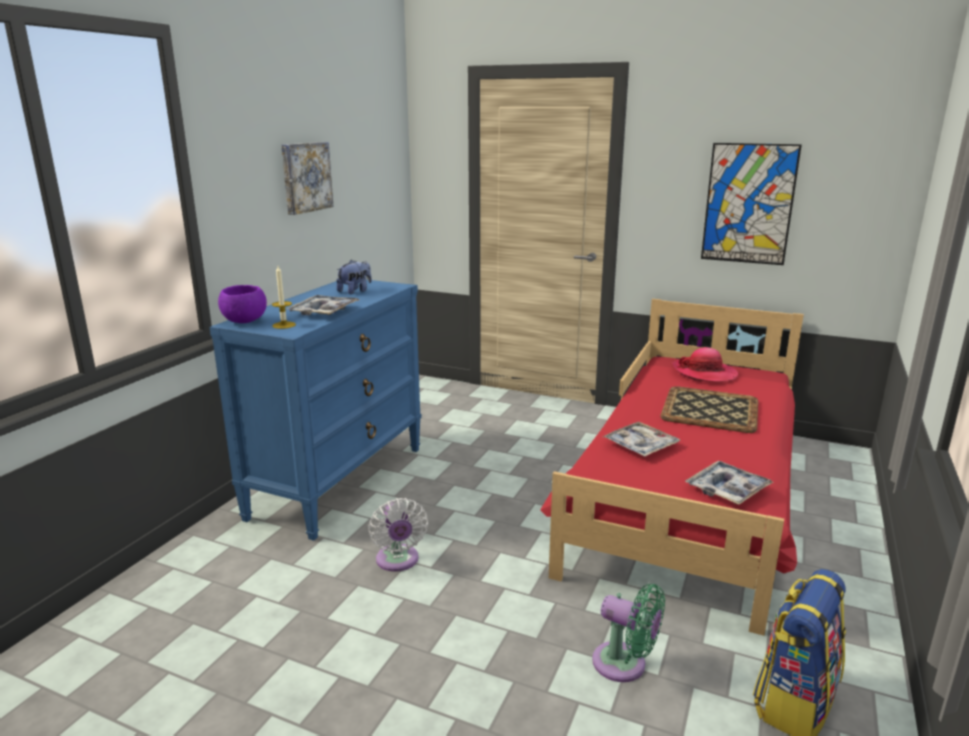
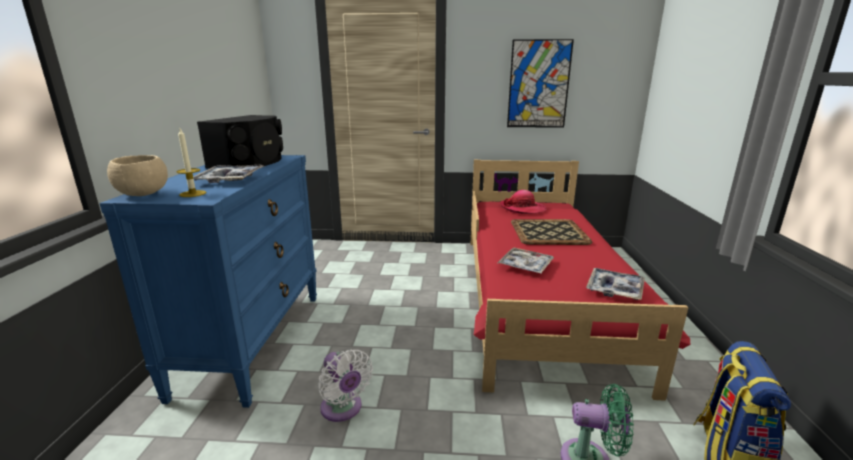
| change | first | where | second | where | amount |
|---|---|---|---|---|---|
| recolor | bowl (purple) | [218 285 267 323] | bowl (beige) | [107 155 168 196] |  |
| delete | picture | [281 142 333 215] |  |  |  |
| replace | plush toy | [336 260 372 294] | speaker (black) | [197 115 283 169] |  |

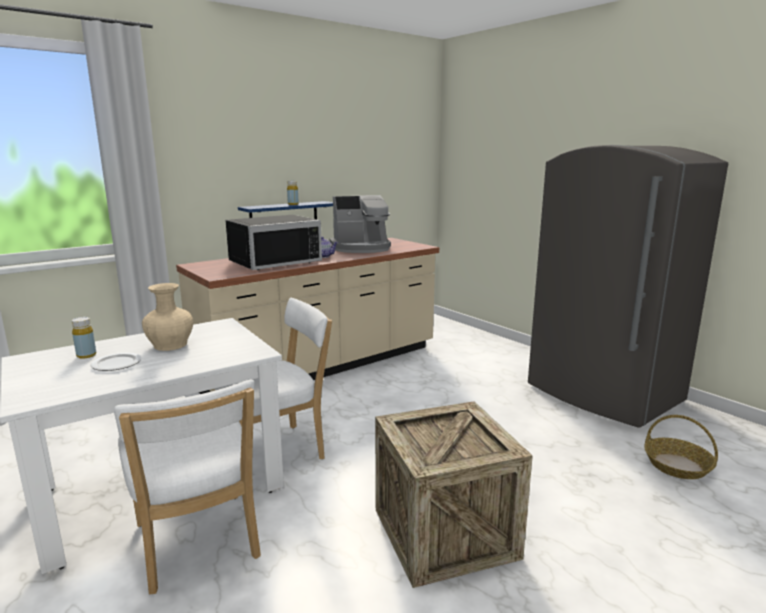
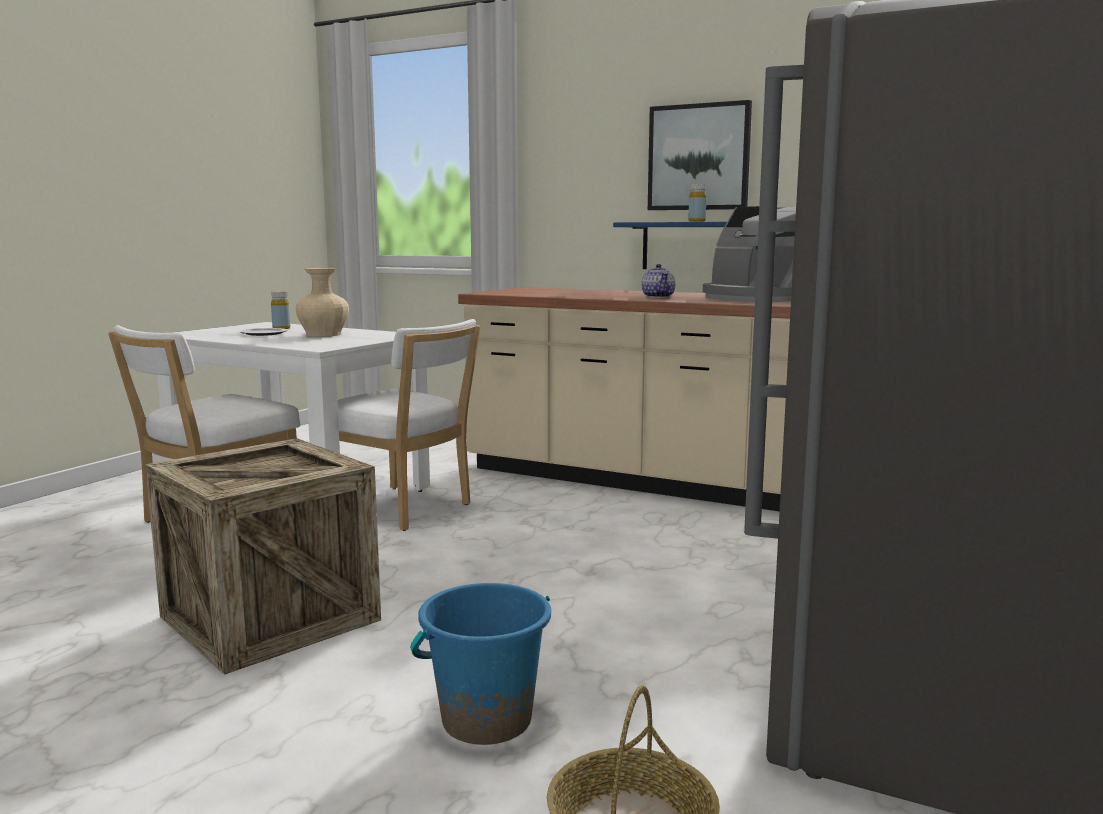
| change | first | where | second | where | amount |
|---|---|---|---|---|---|
| delete | microwave (black) | [225 215 322 270] |  |  |  |
| insert |  |  | bucket (blue) | [410 583 551 745] |  |
| insert |  |  | picture | [648 100 752 210] |  |

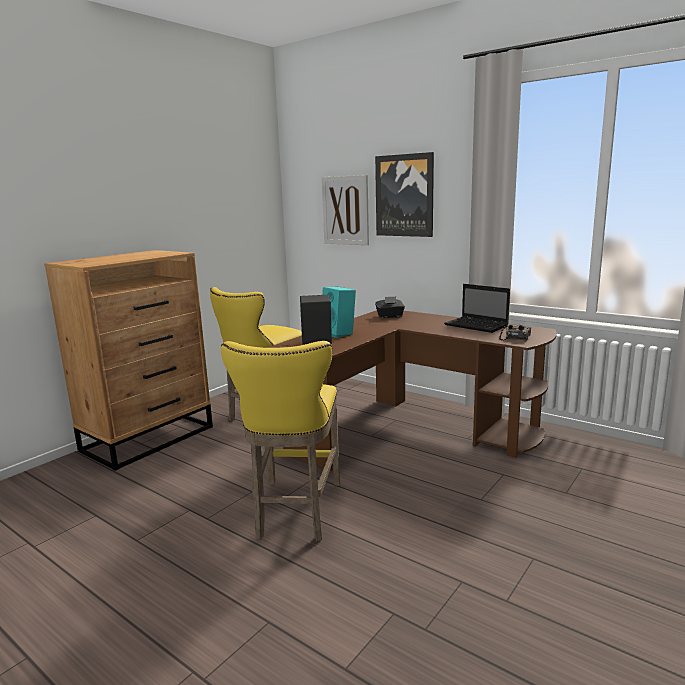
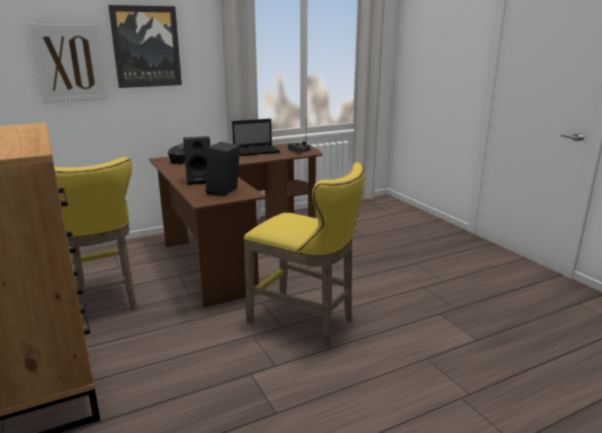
| change | first | where | second | where | amount |
|---|---|---|---|---|---|
| recolor | speaker (turquoise) | [322 287 356 338] | speaker (black) | [183 136 210 185] |  |

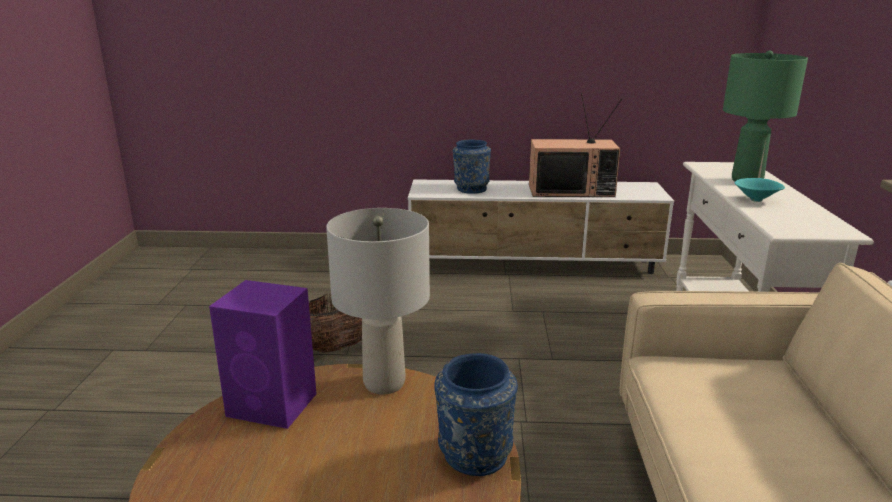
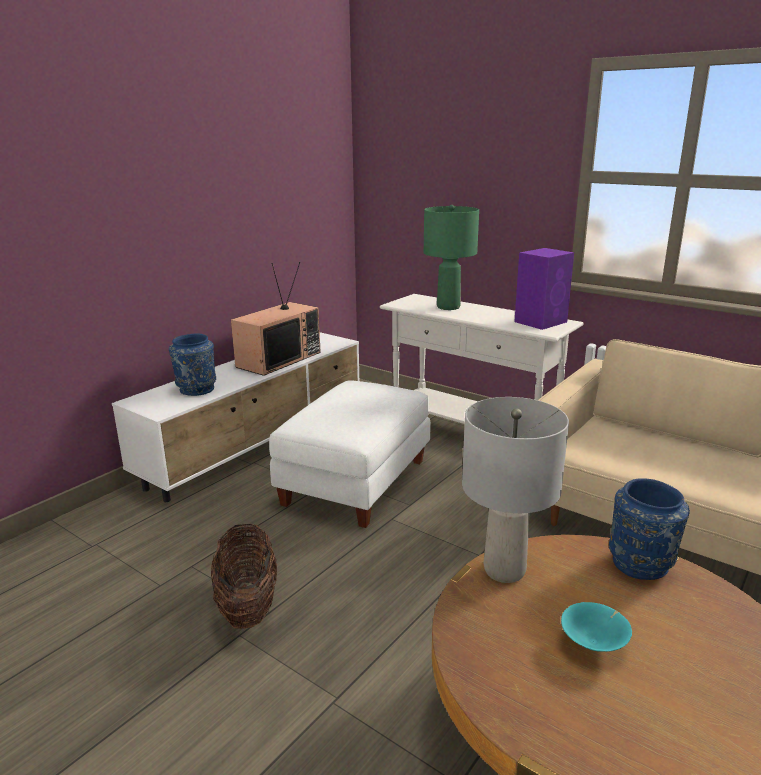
| change | first | where | second | where | amount |
|---|---|---|---|---|---|
| move | speaker (purple) | [209 280 317 429] |  | [514 248 574 330] |  |
| move | bowl (turquoise) | [735 178 785 202] |  | [561 602 632 652] |  |
| insert |  |  | ottoman (white) | [269 380 430 528] |  |

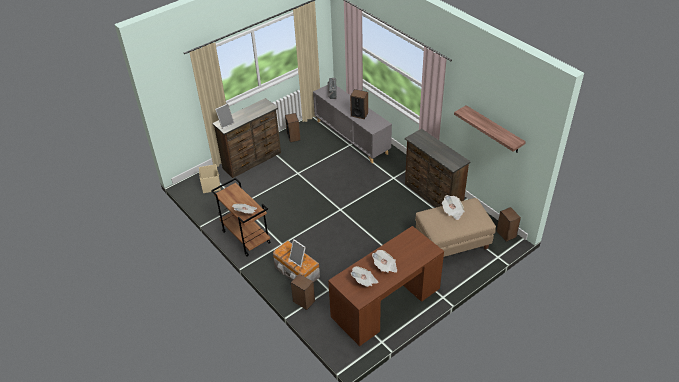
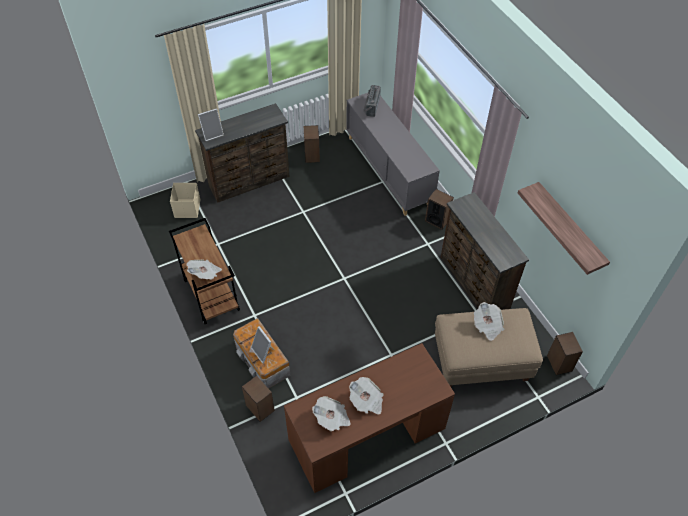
| change | first | where | second | where | amount |
|---|---|---|---|---|---|
| move | speaker | [350 89 368 119] |  | [425 189 454 230] |  |

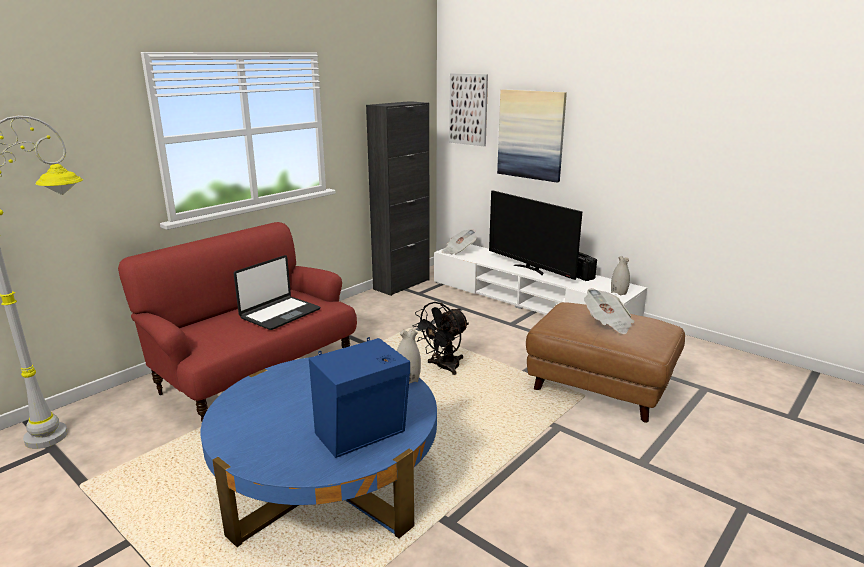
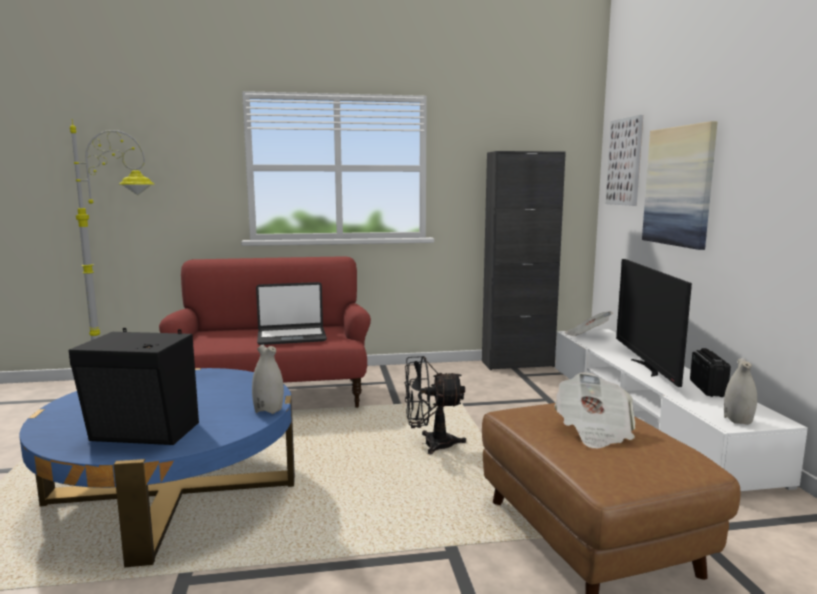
| change | first | where | second | where | amount |
|---|---|---|---|---|---|
| recolor | speaker (blue) | [309 337 410 458] | speaker (black) | [69 328 199 445] |  |

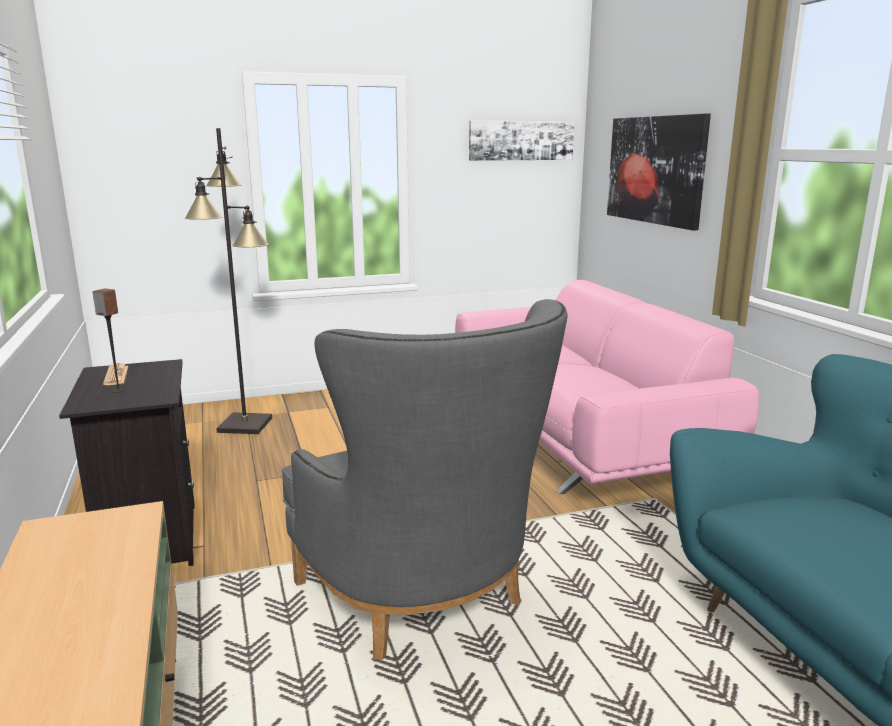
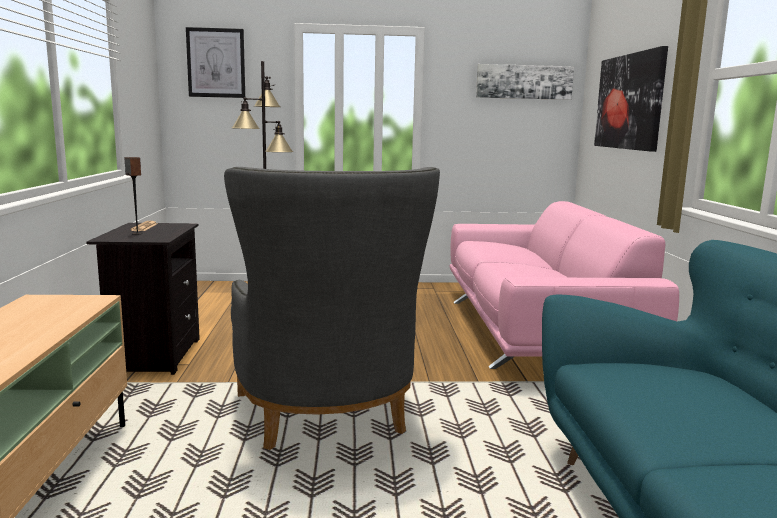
| change | first | where | second | where | amount |
|---|---|---|---|---|---|
| insert |  |  | picture | [186 27 245 98] |  |

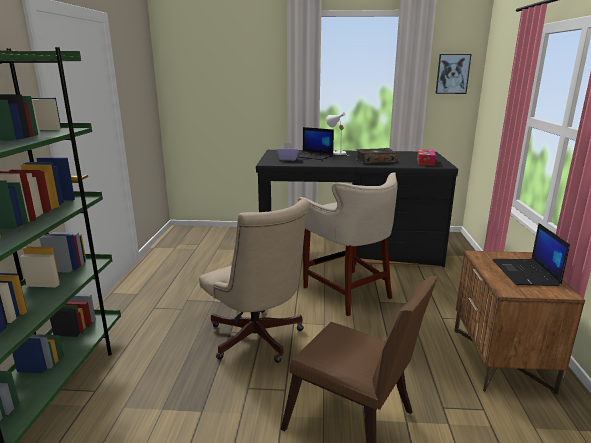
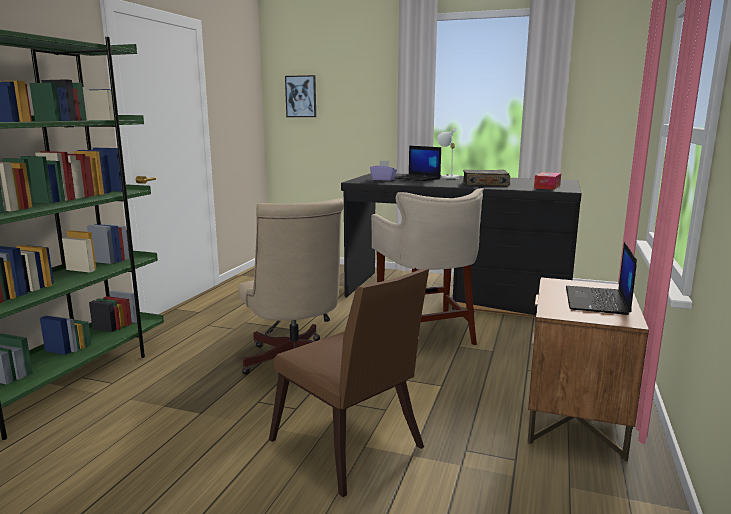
| change | first | where | second | where | amount |
|---|---|---|---|---|---|
| move | picture | [435 54 471 94] |  | [285 75 316 117] |  |

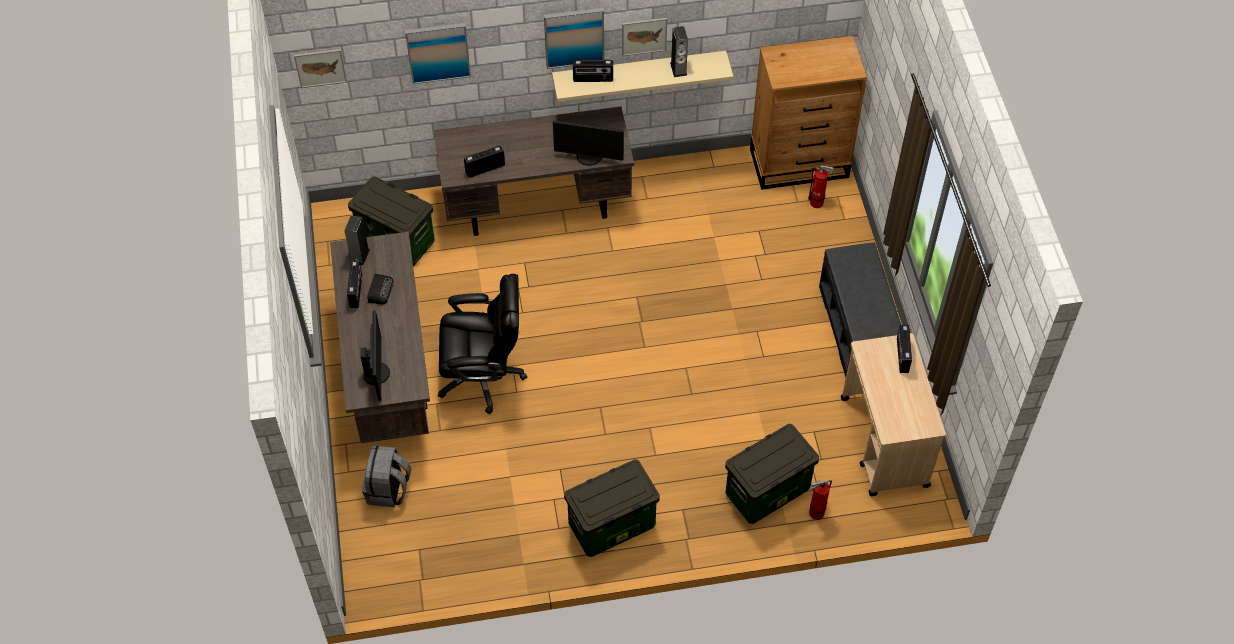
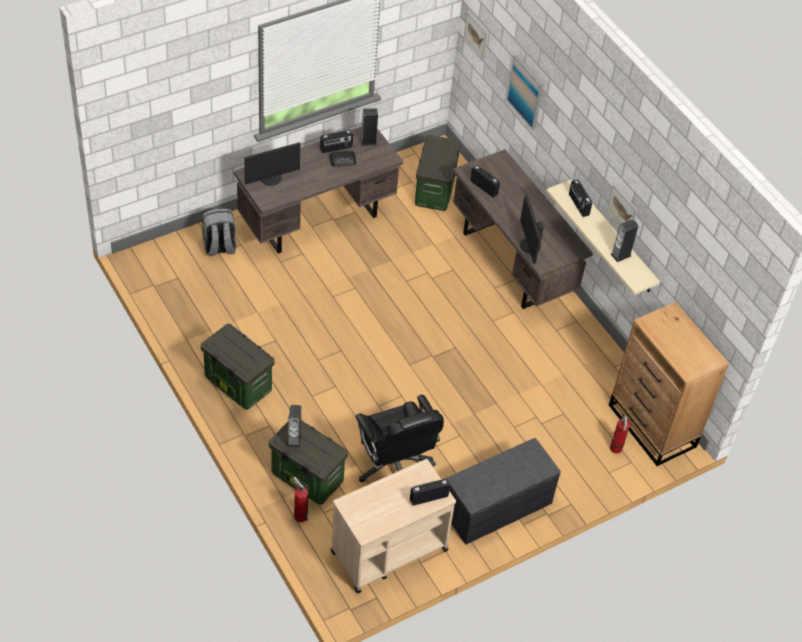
| change | first | where | second | where | amount |
|---|---|---|---|---|---|
| move | office chair (black) | [438 274 527 414] |  | [356 395 444 482] |  |
| delete | picture | [544 8 604 69] |  |  |  |
| insert |  |  | speaker | [287 405 302 447] |  |

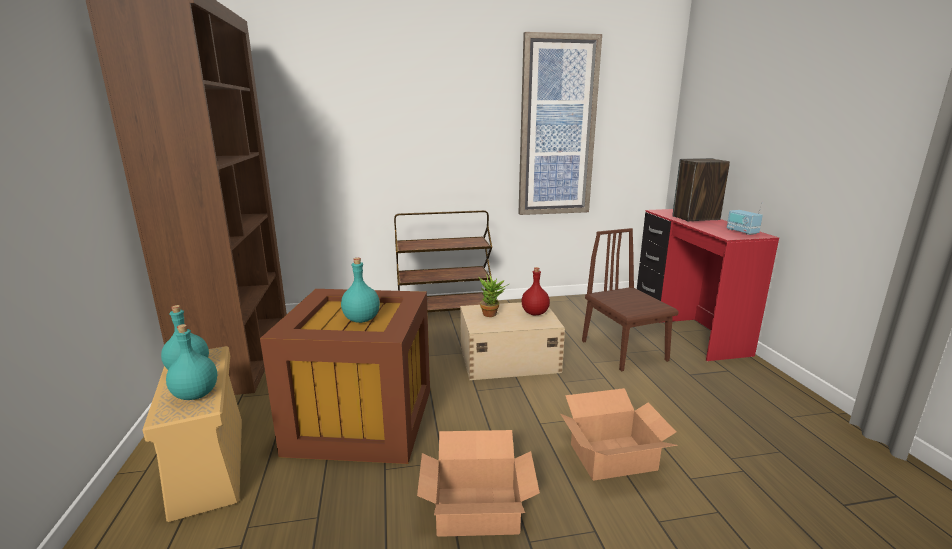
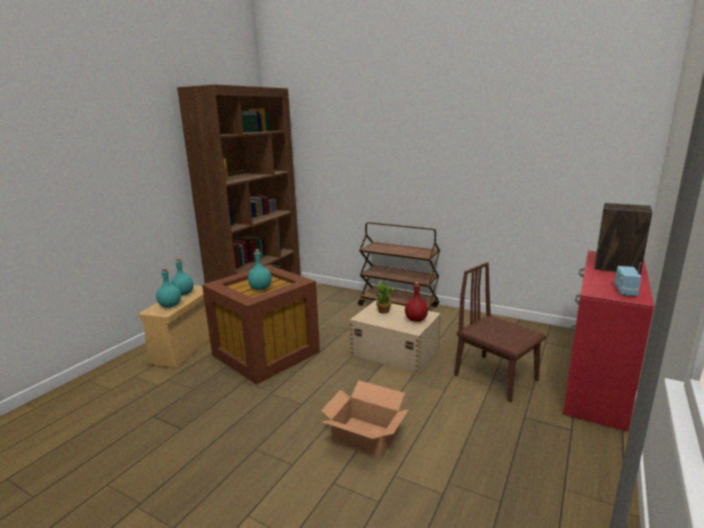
| change | first | where | second | where | amount |
|---|---|---|---|---|---|
| delete | cardboard box | [417 430 540 537] |  |  |  |
| delete | picture | [518 32 602 215] |  |  |  |
| rotate | chair (brown) | [582 228 679 371] |  | [454 262 546 402] | 60 degrees counterclockwise |

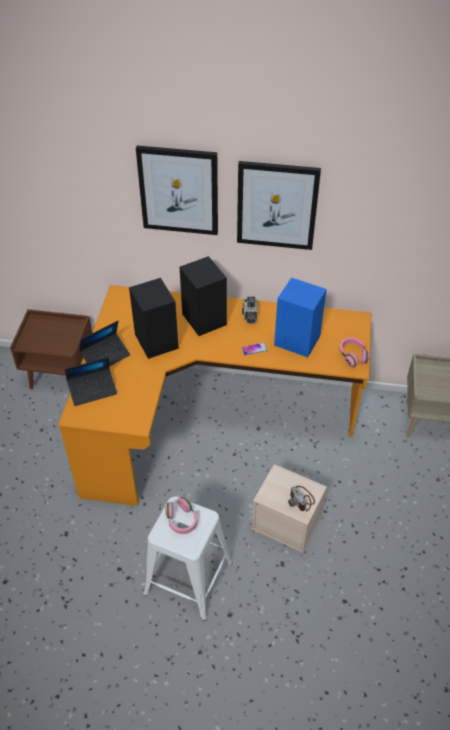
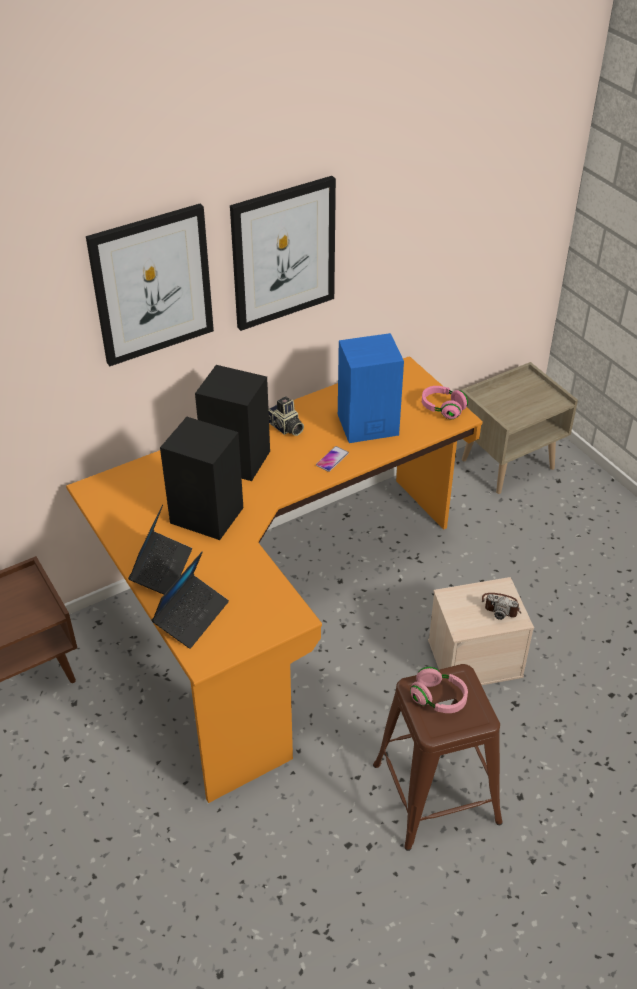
| change | first | where | second | where | amount |
|---|---|---|---|---|---|
| recolor | stool (white) | [143 496 233 621] | stool (brown) | [373 664 502 851] |  |

